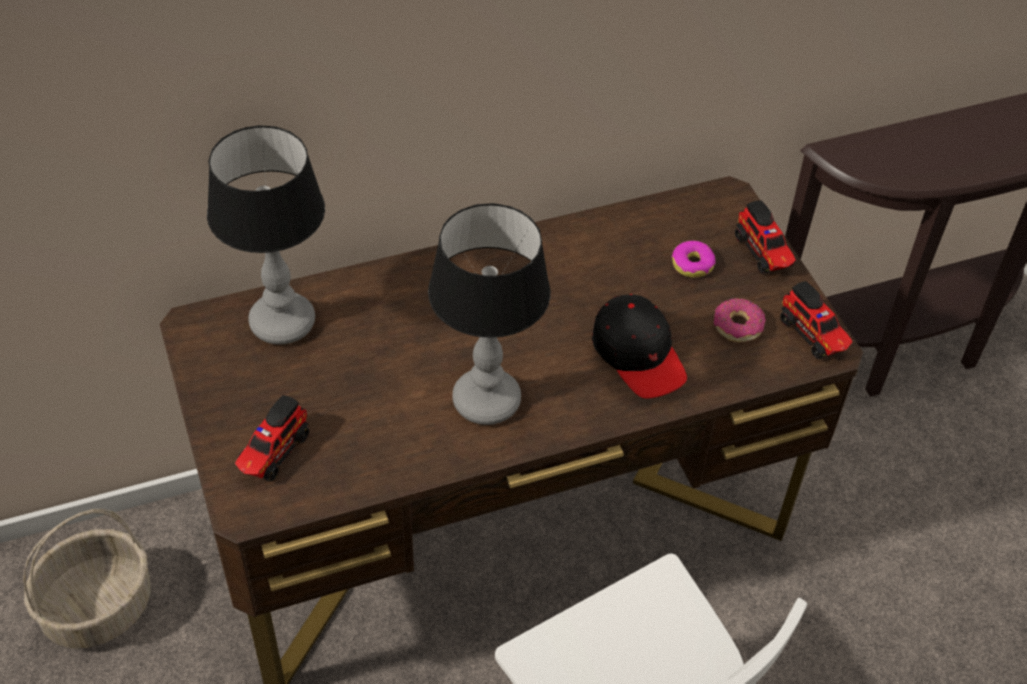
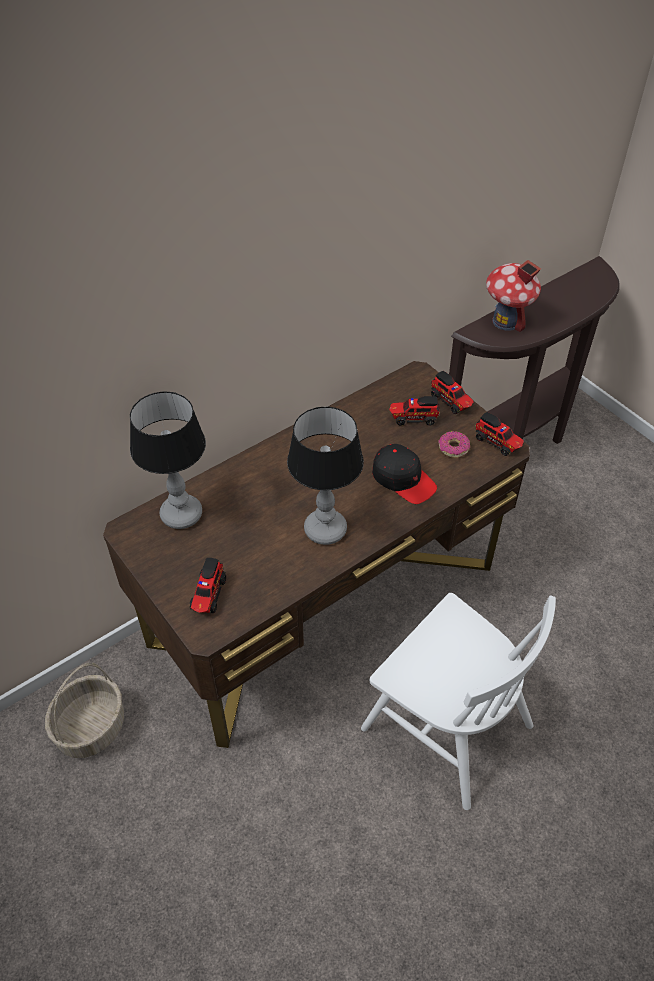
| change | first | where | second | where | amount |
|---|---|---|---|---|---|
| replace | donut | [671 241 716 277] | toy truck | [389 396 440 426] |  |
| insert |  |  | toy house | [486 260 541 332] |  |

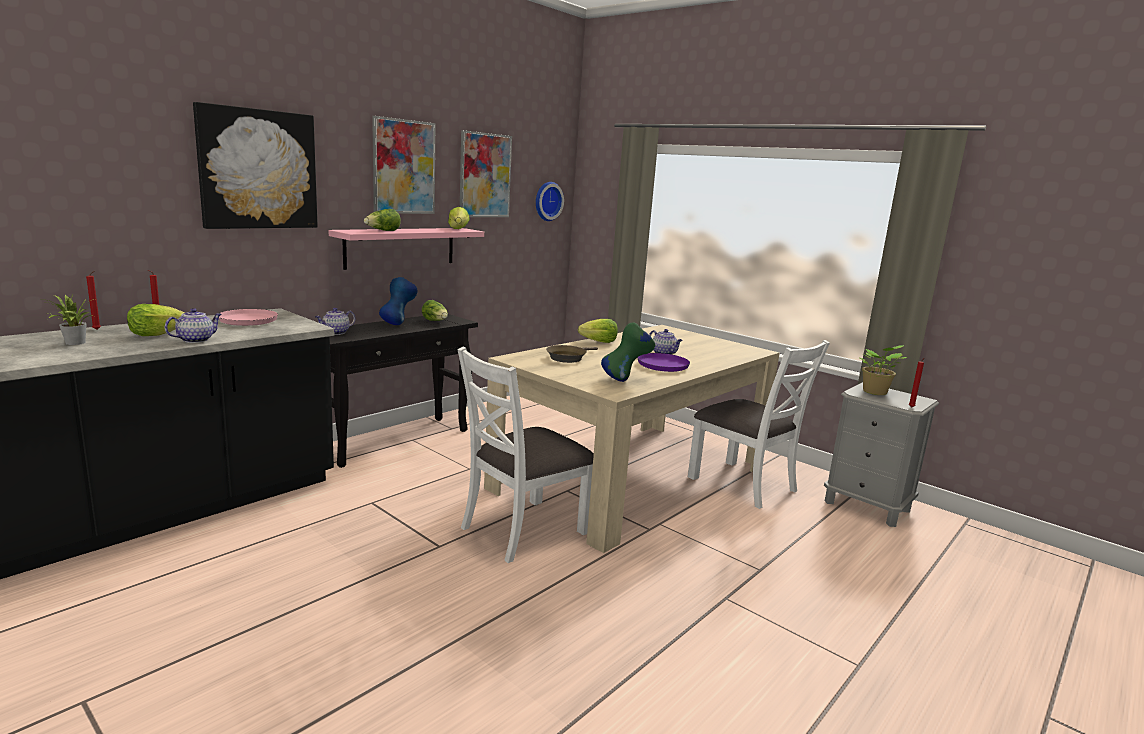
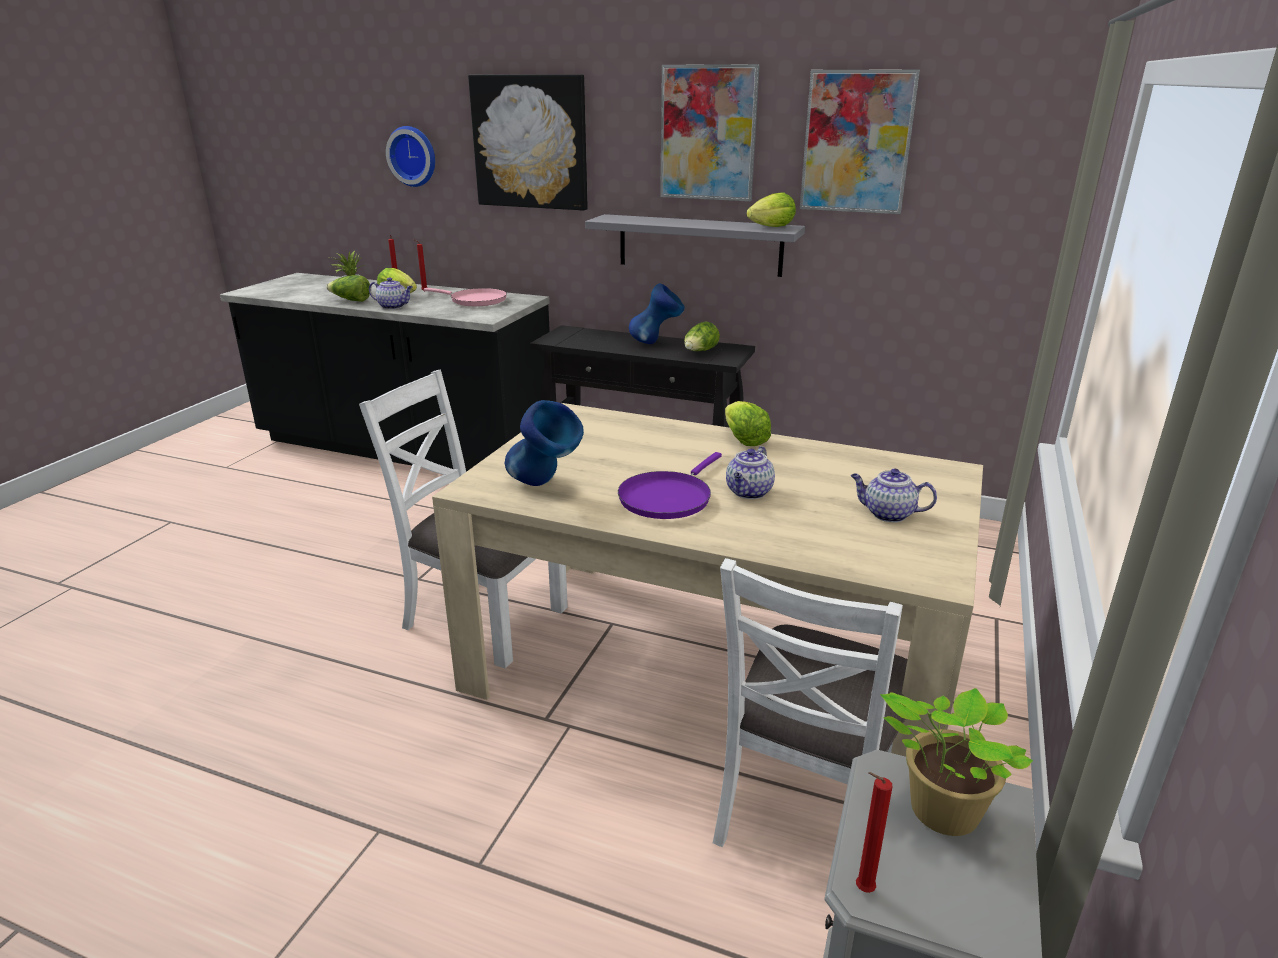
| change | first | where | second | where | amount |
|---|---|---|---|---|---|
| move | teapot | [315 308 355 335] |  | [851 469 937 522] |  |
| recolor | shelf (pink) | [328 228 484 270] | shelf (grey) | [585 214 805 277] |  |
| move | lettuce | [364 209 401 231] |  | [326 275 370 302] |  |
| move | wall clock | [536 182 564 221] |  | [386 126 435 187] |  |
| delete | frying pan (brown) | [546 345 598 363] |  |  |  |
| recolor | vase (green) | [601 322 655 382] | vase (blue) | [505 400 584 486] |  |

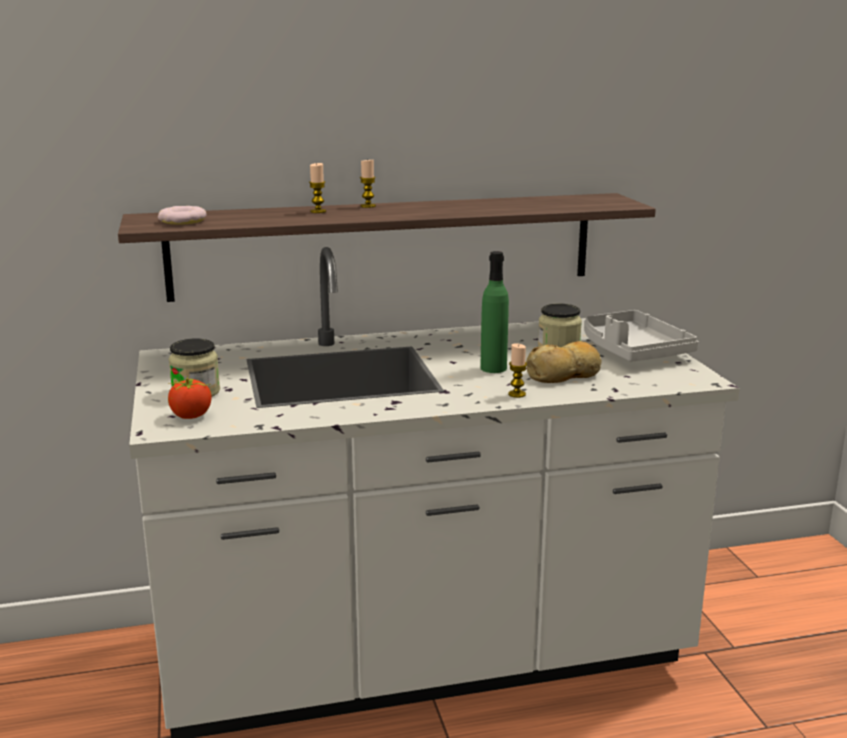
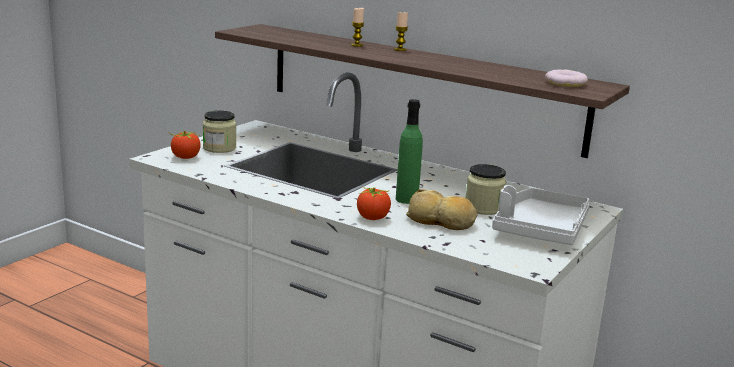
| change | first | where | second | where | amount |
|---|---|---|---|---|---|
| move | donut | [158 206 207 225] |  | [545 70 588 87] |  |
| replace | candle | [508 343 527 398] | tomato | [357 187 391 220] |  |

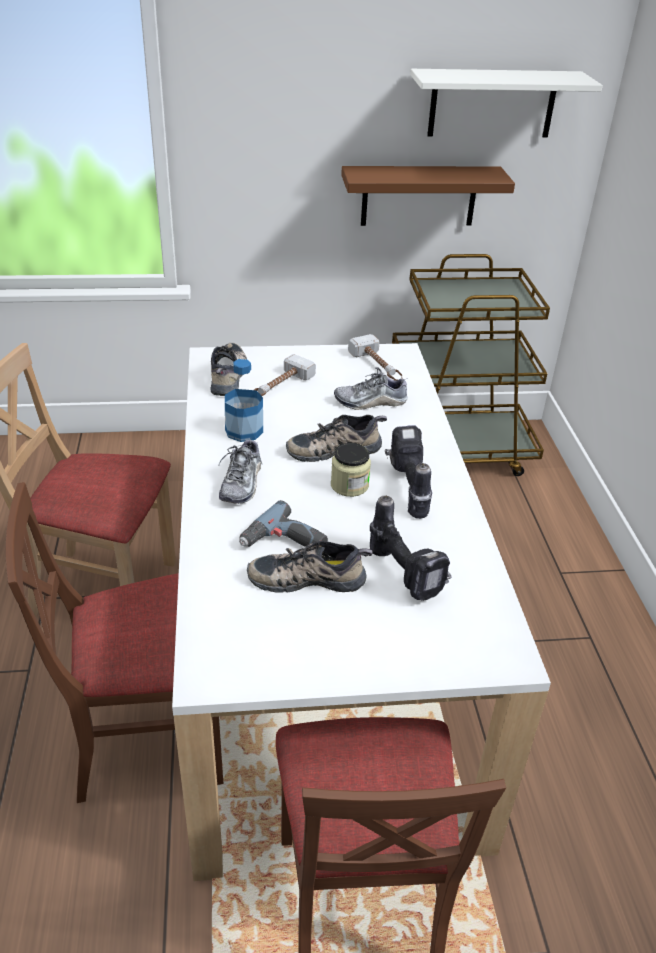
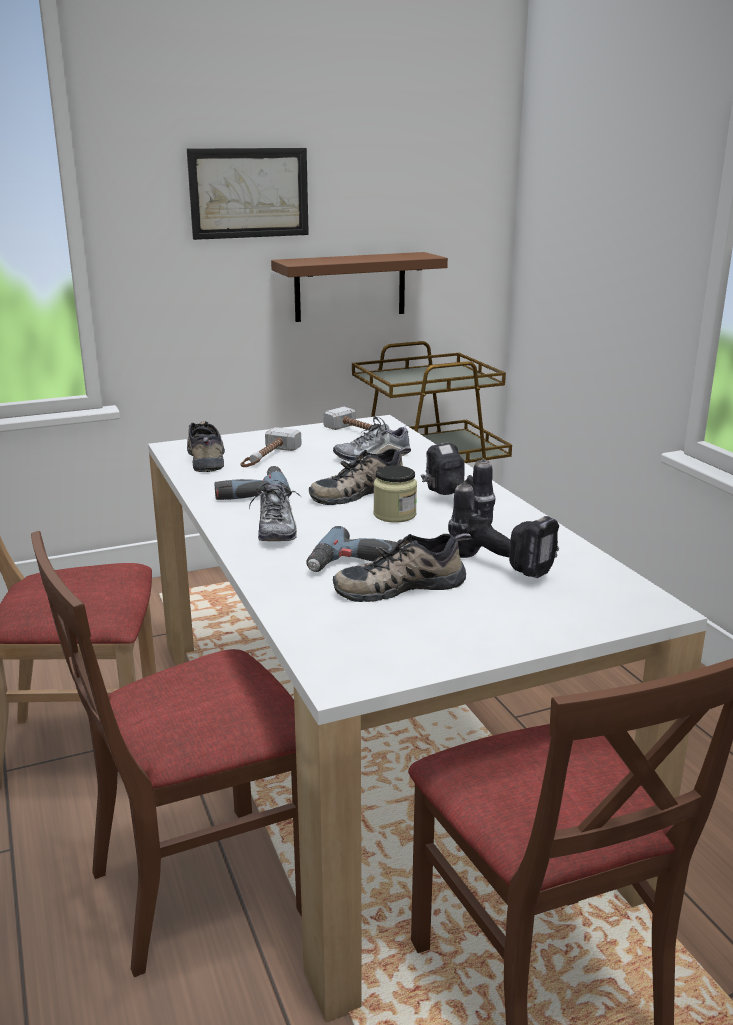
| change | first | where | second | where | amount |
|---|---|---|---|---|---|
| replace | bottle | [225 359 263 442] | power drill | [215 466 291 500] |  |
| delete | shelf (white) | [410 69 603 137] |  |  |  |
| insert |  |  | picture | [187 148 309 240] |  |

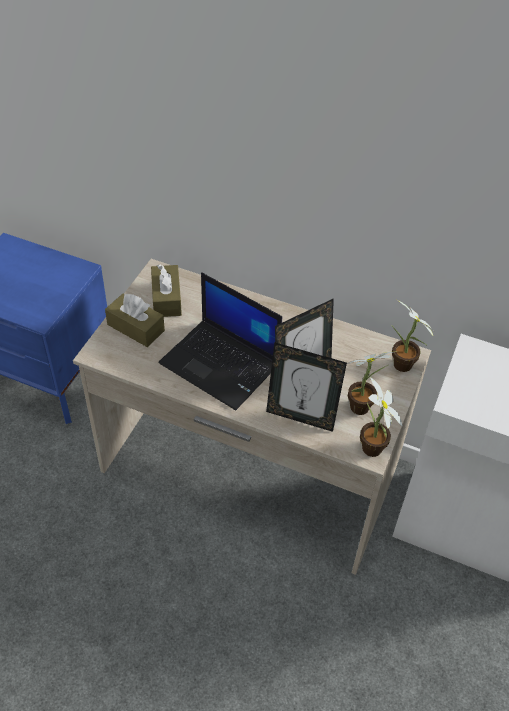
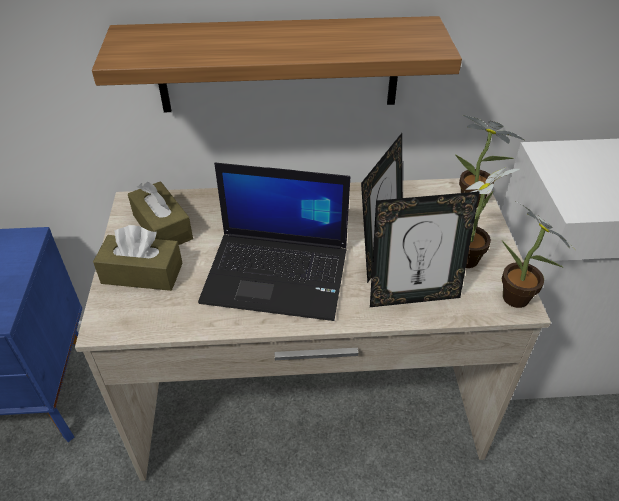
| change | first | where | second | where | amount |
|---|---|---|---|---|---|
| insert |  |  | shelf | [92 16 462 112] |  |

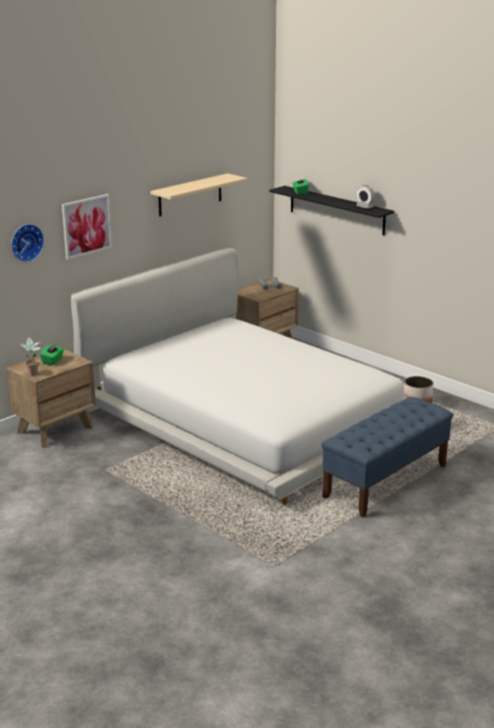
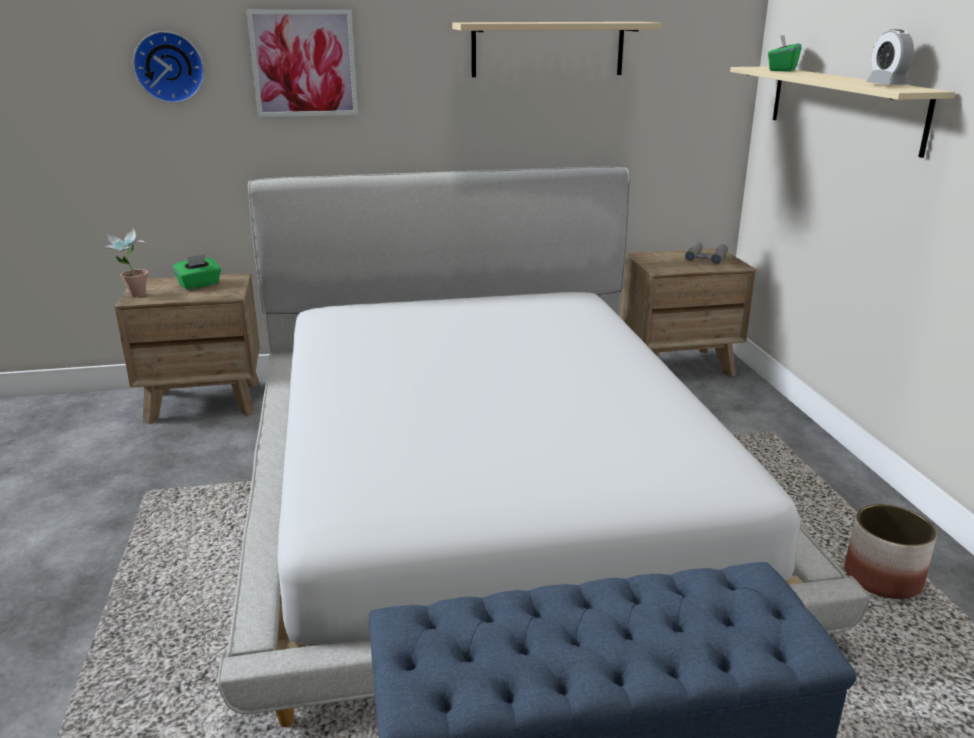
| change | first | where | second | where | amount |
|---|---|---|---|---|---|
| recolor | shelf (black) | [269 186 394 235] | shelf (beige) | [730 66 955 158] |  |

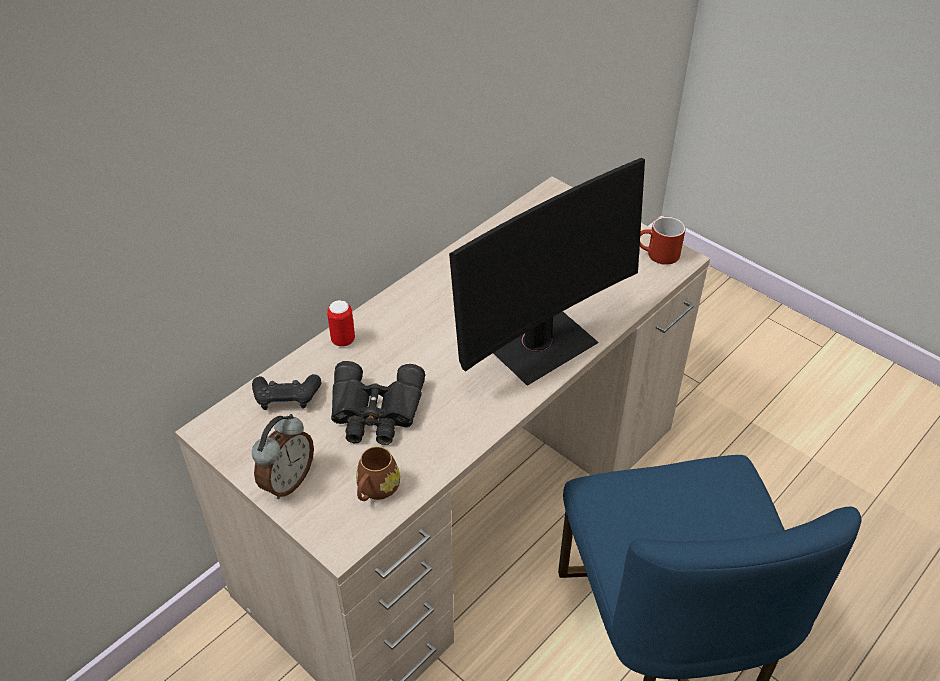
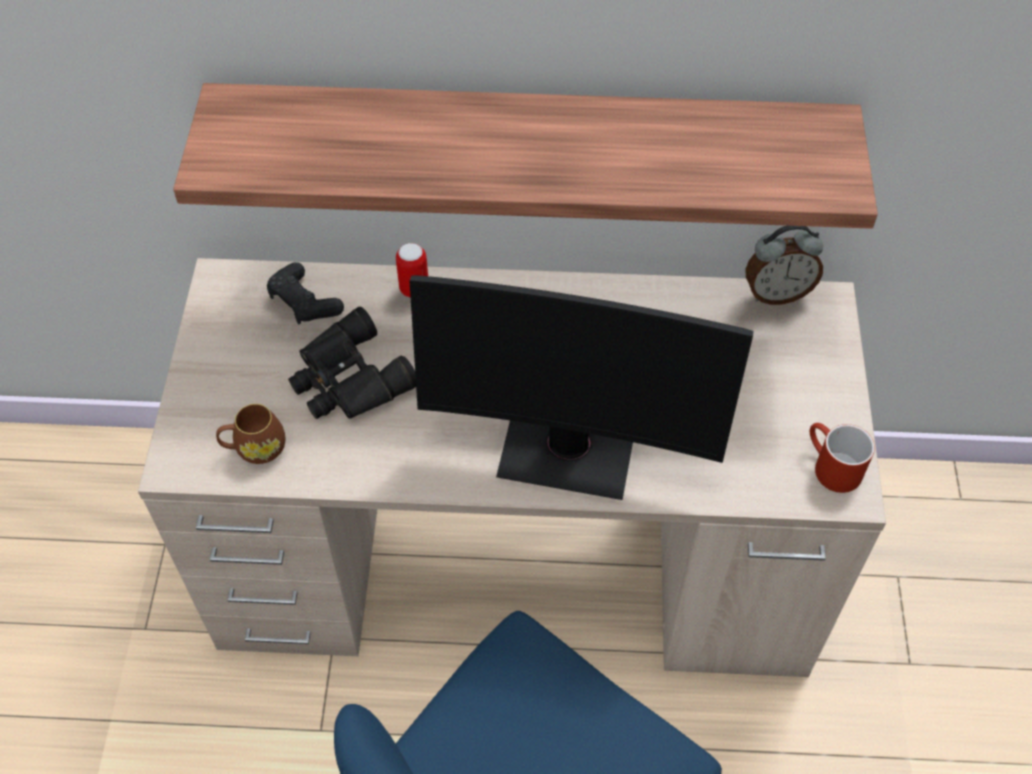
| change | first | where | second | where | amount |
|---|---|---|---|---|---|
| move | alarm clock | [252 414 314 499] |  | [745 226 823 305] |  |
| insert |  |  | shelf | [173 83 878 229] |  |

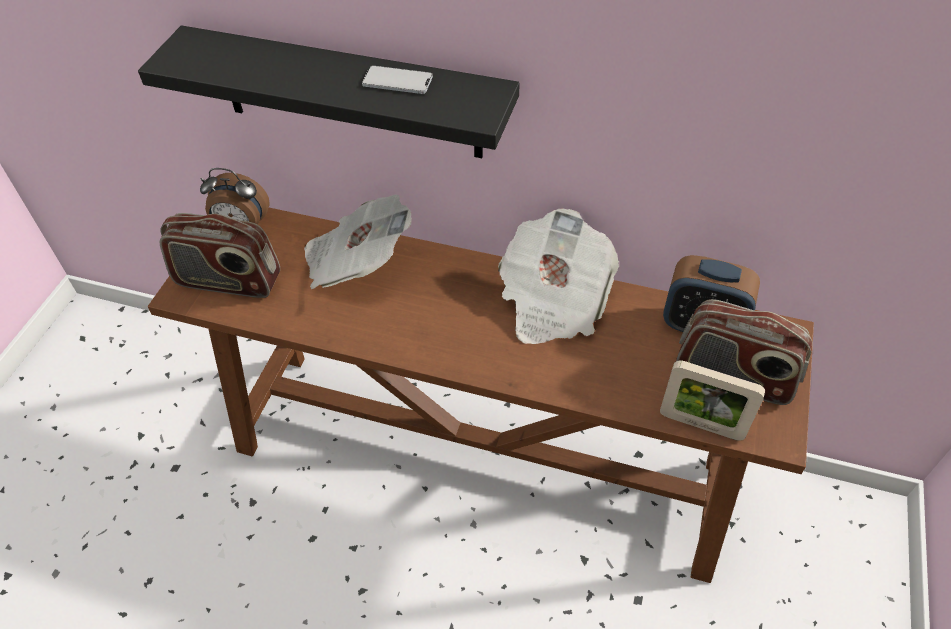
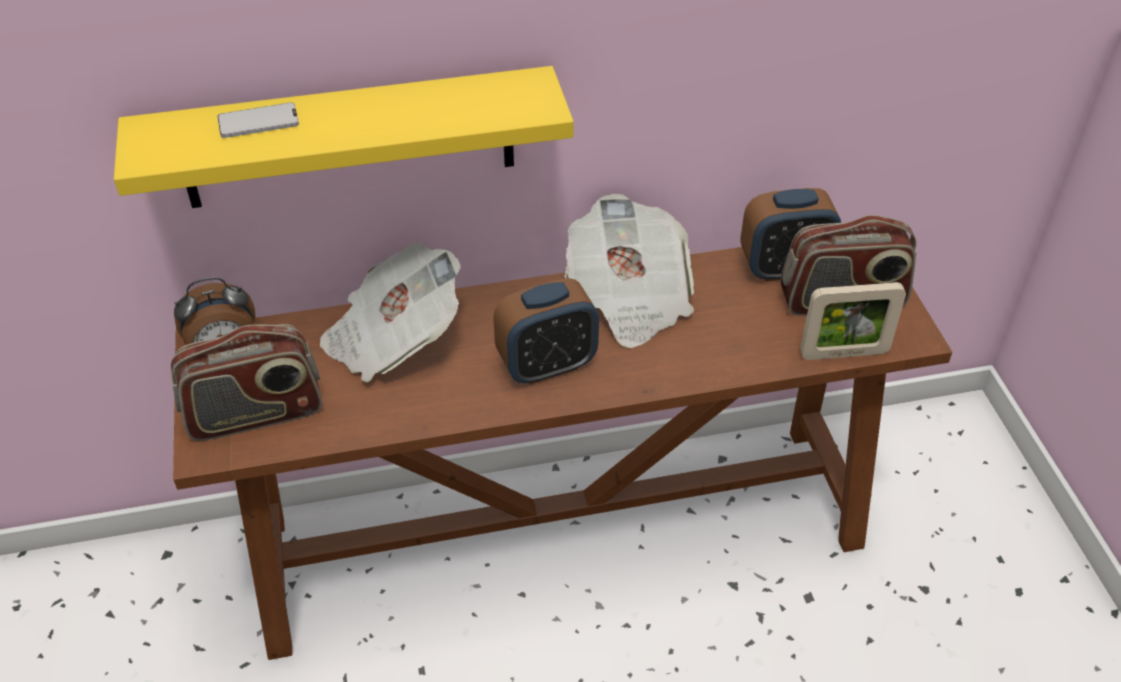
| change | first | where | second | where | amount |
|---|---|---|---|---|---|
| recolor | shelf (black) | [138 25 520 158] | shelf (yellow) | [114 66 574 208] |  |
| move | phone | [362 66 433 94] |  | [217 102 299 138] |  |
| insert |  |  | alarm clock | [493 278 599 385] |  |

